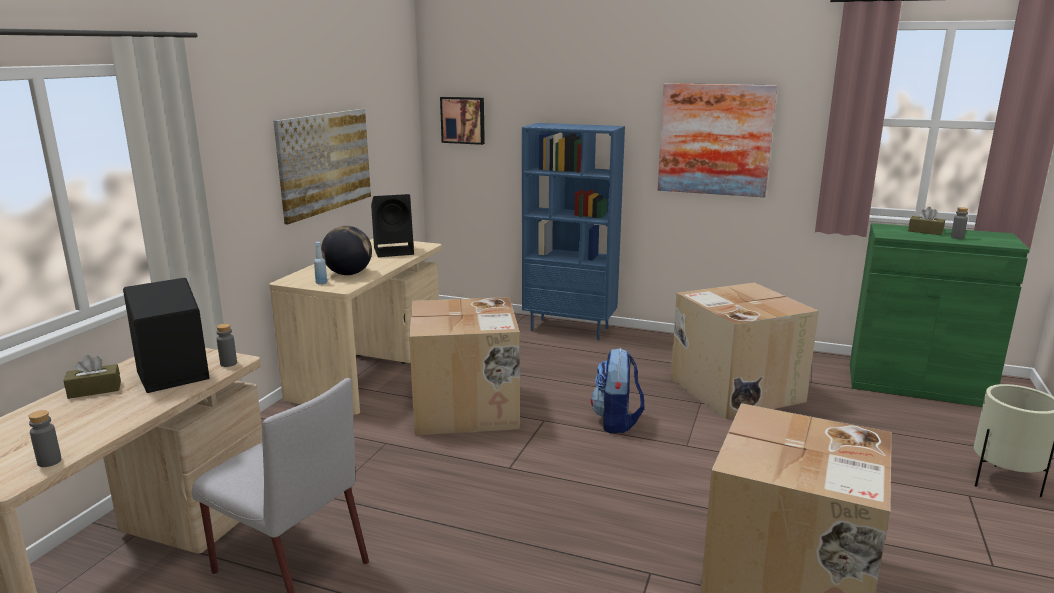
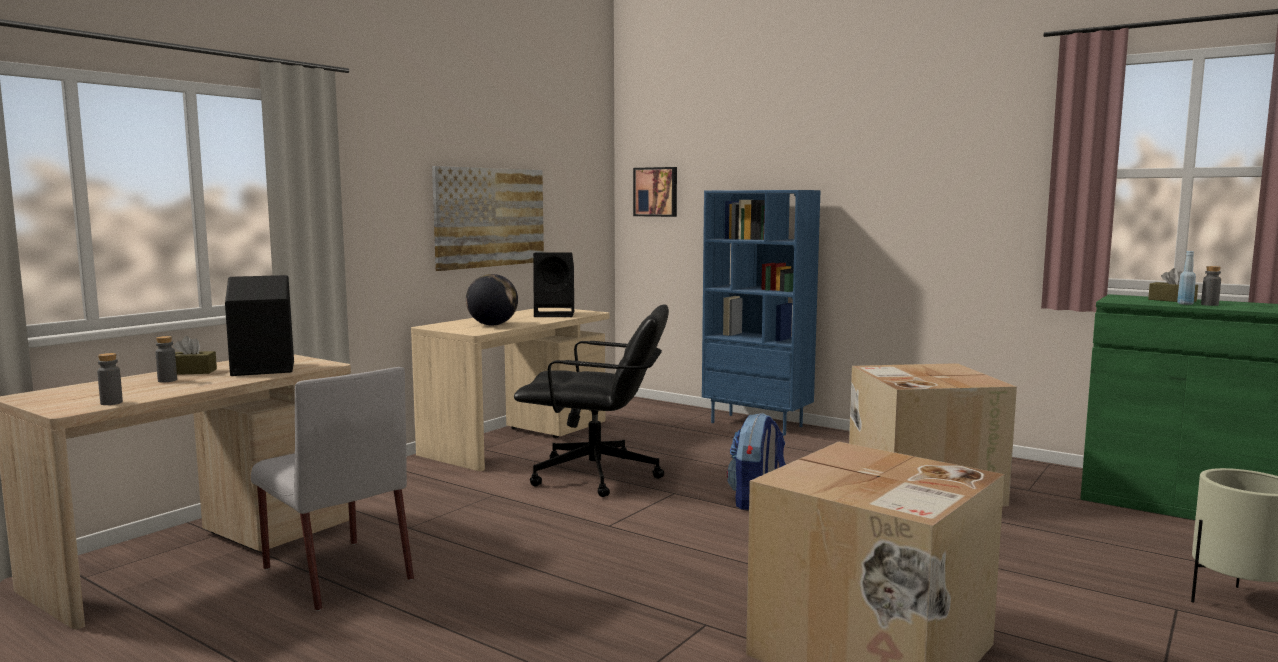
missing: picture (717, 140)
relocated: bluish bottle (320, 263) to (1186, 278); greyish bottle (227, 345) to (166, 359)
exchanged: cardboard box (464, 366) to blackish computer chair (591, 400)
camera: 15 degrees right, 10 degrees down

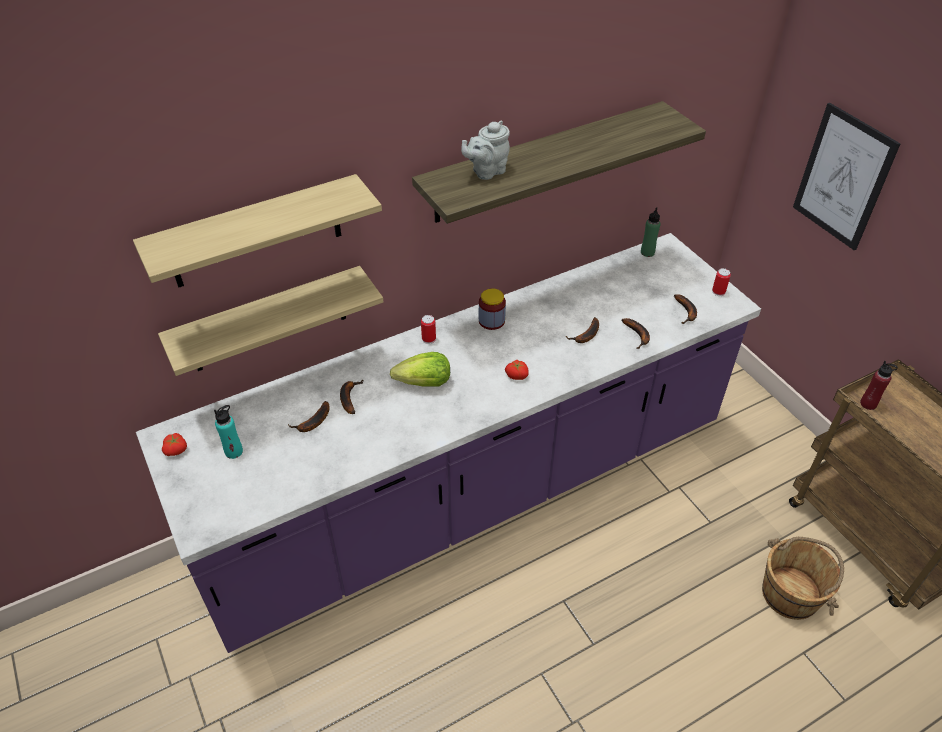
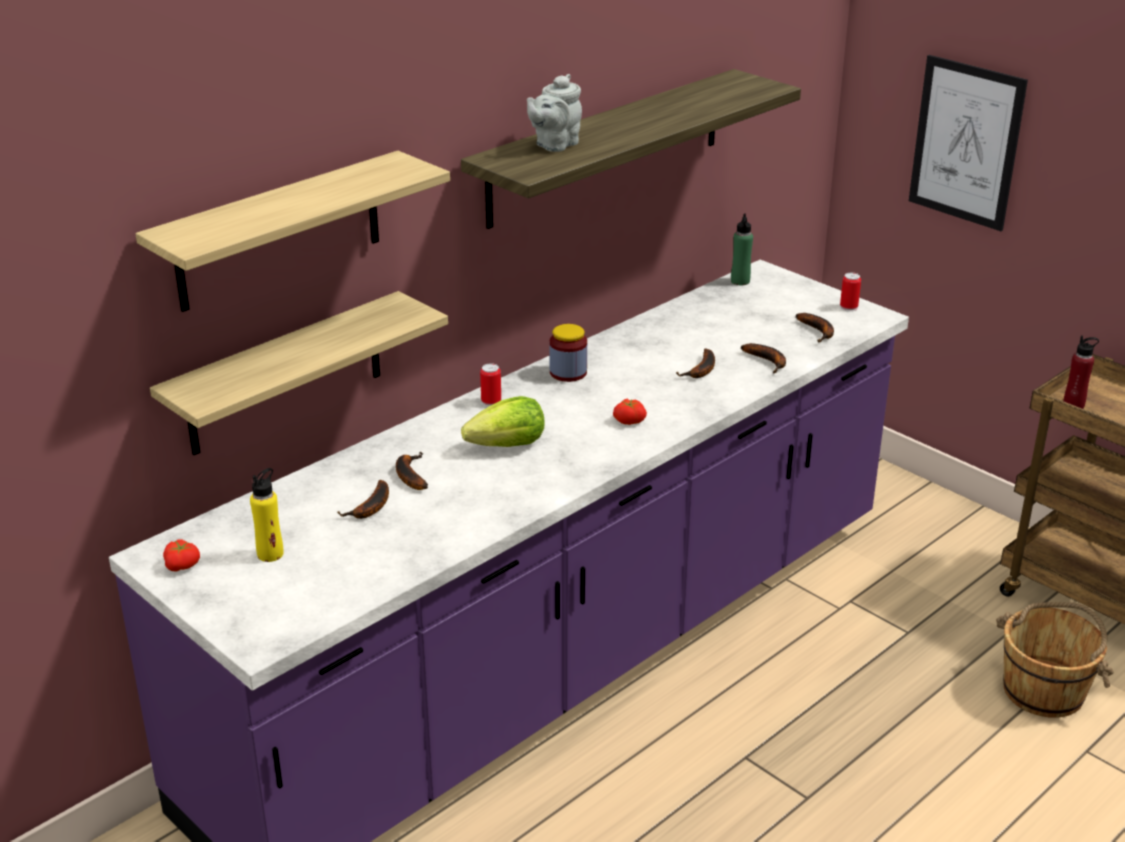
colour: blue-green bottle (228, 432) to yellow-coloured bottle (266, 515)
camera: 15 degrees left, 15 degrees down

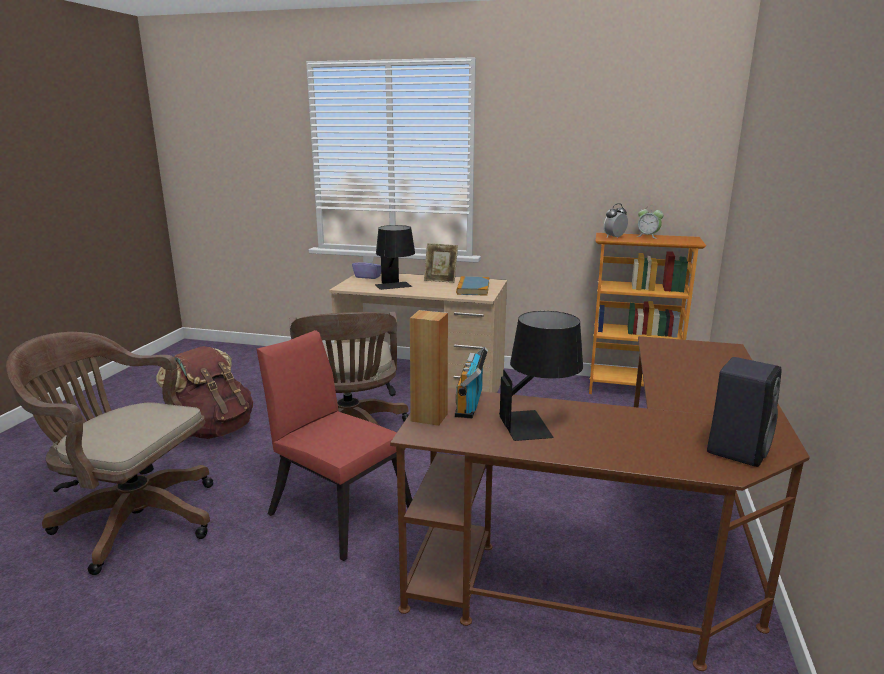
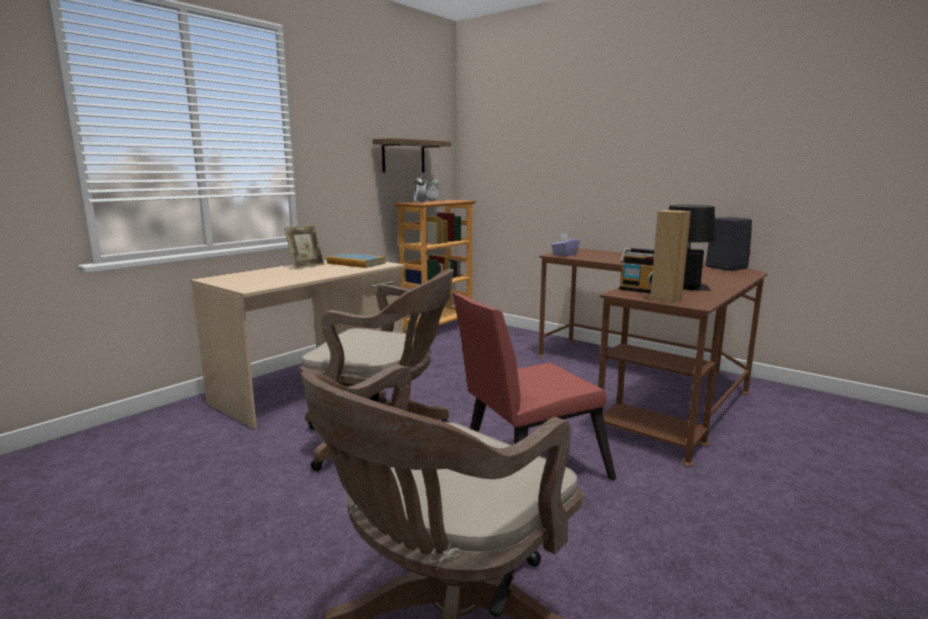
missing: blackish table lamp (395, 257); brownish knapsack (204, 392)
appeared: wall shelf (412, 155)
relocated: purple-coloured tissue box (366, 267) to (565, 244)
camera: 65 degrees left, 5 degrees down

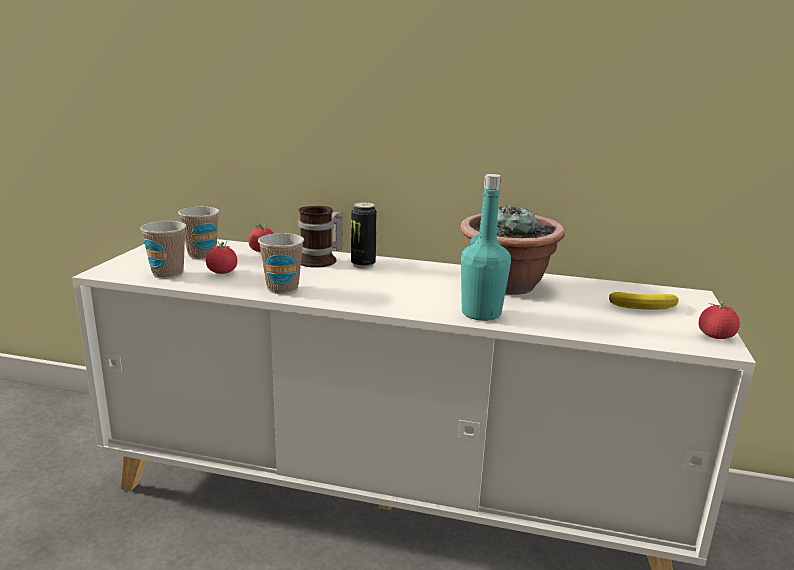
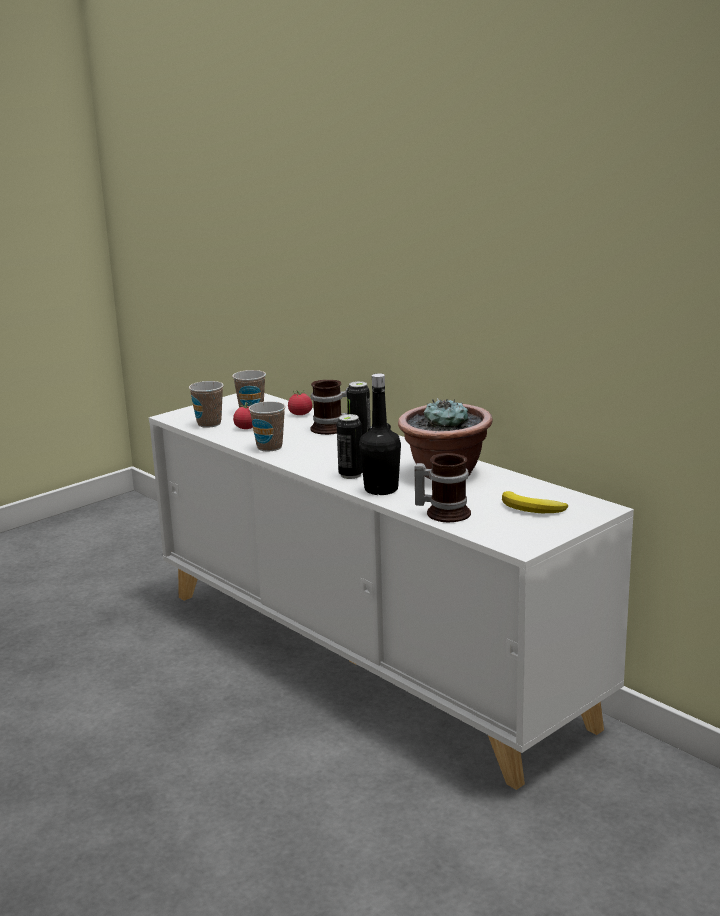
missing: whole tomato (719, 319)
appeared: can (349, 446); tea mug (442, 487)
colour: blue-green bottle (486, 247) to blackish bottle (380, 434)
camera: 35 degrees right, 0 degrees up

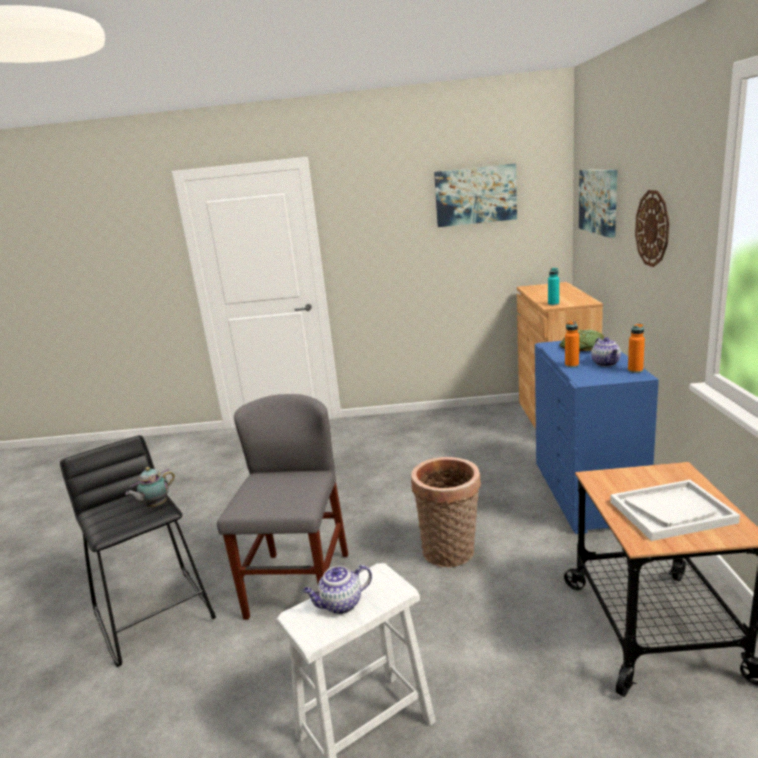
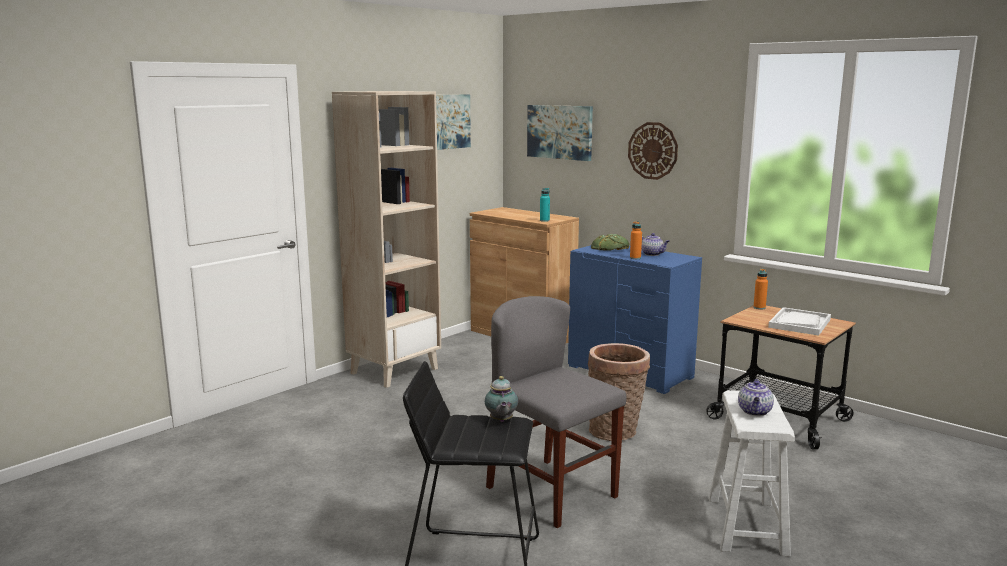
appeared: beige bookshelf (386, 239)
relocated: orange-coloured bottle (636, 348) to (760, 289)
camera: 50 degrees left, 5 degrees down

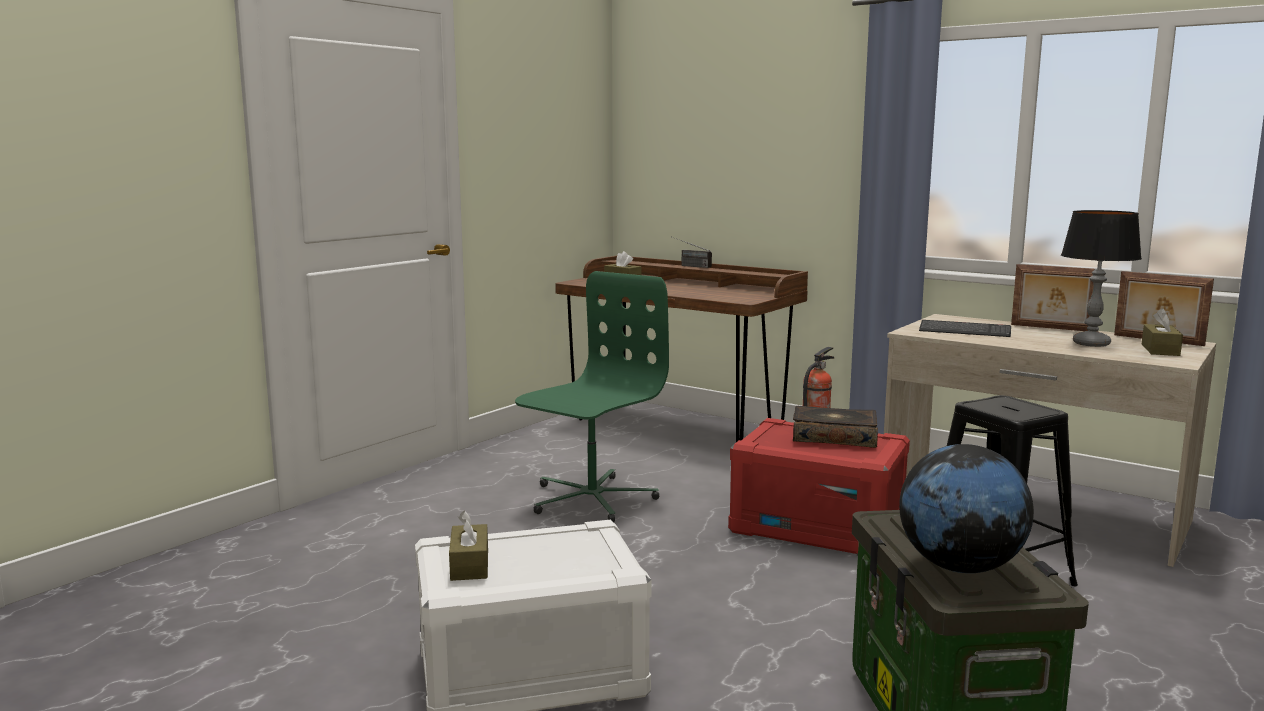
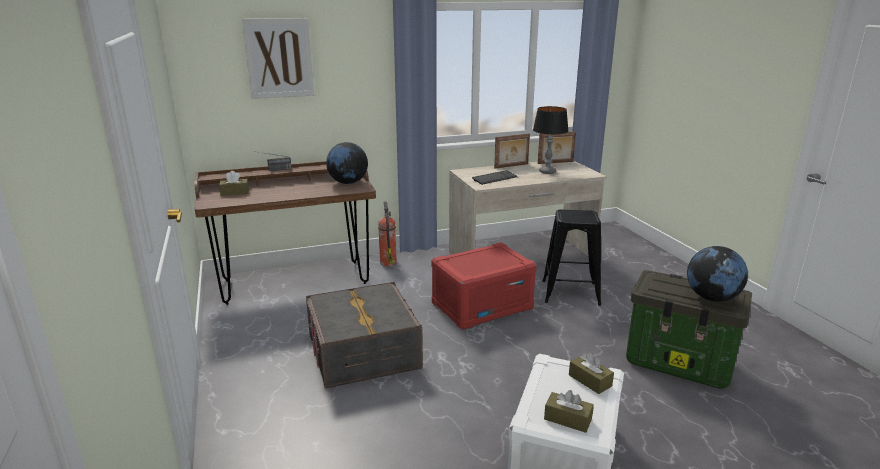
missing: bound book (835, 427)
appeared: picture (278, 58); globe (347, 163)
relocated: brownish tissue box (1162, 332) to (591, 373)
exchanged: greenish computer chair (592, 396) to greyish storage bin (364, 335)
camera: 55 degrees left, 10 degrees up

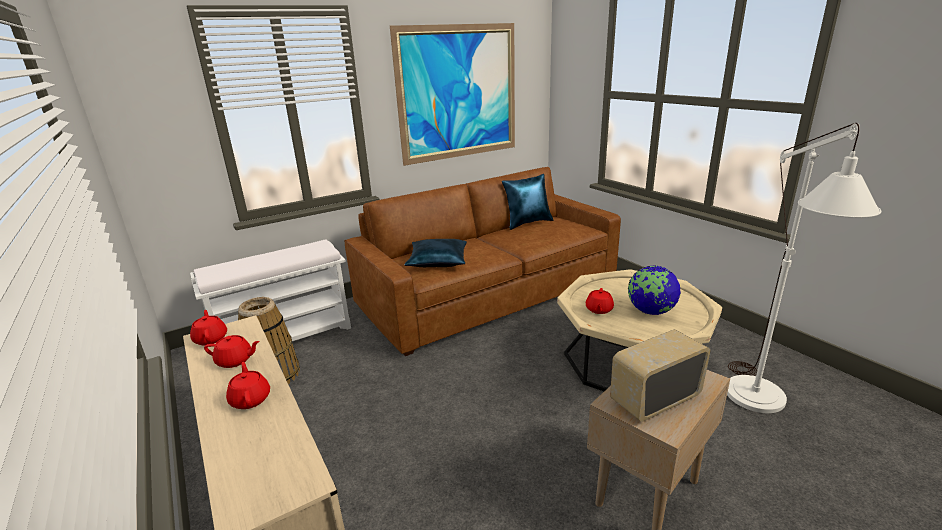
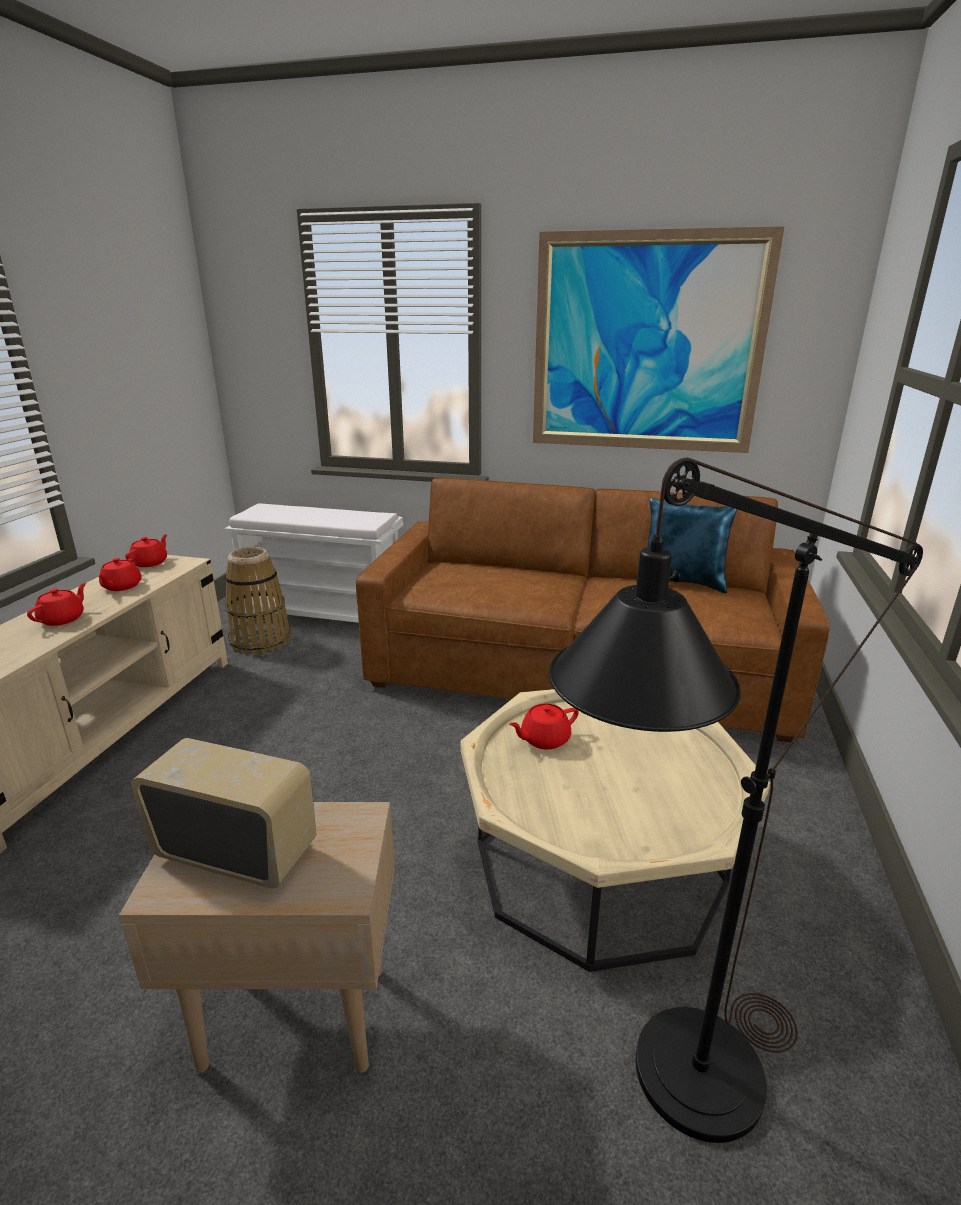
missing: bluish cushion (435, 253); globe (654, 290)
colour: white-coloured floor lamp (804, 268) to blackish floor lamp (736, 800)
spun: reddish tea pot (232, 351) = (119, 574) 45 degrees clockwise
camera: 45 degrees right, 0 degrees up

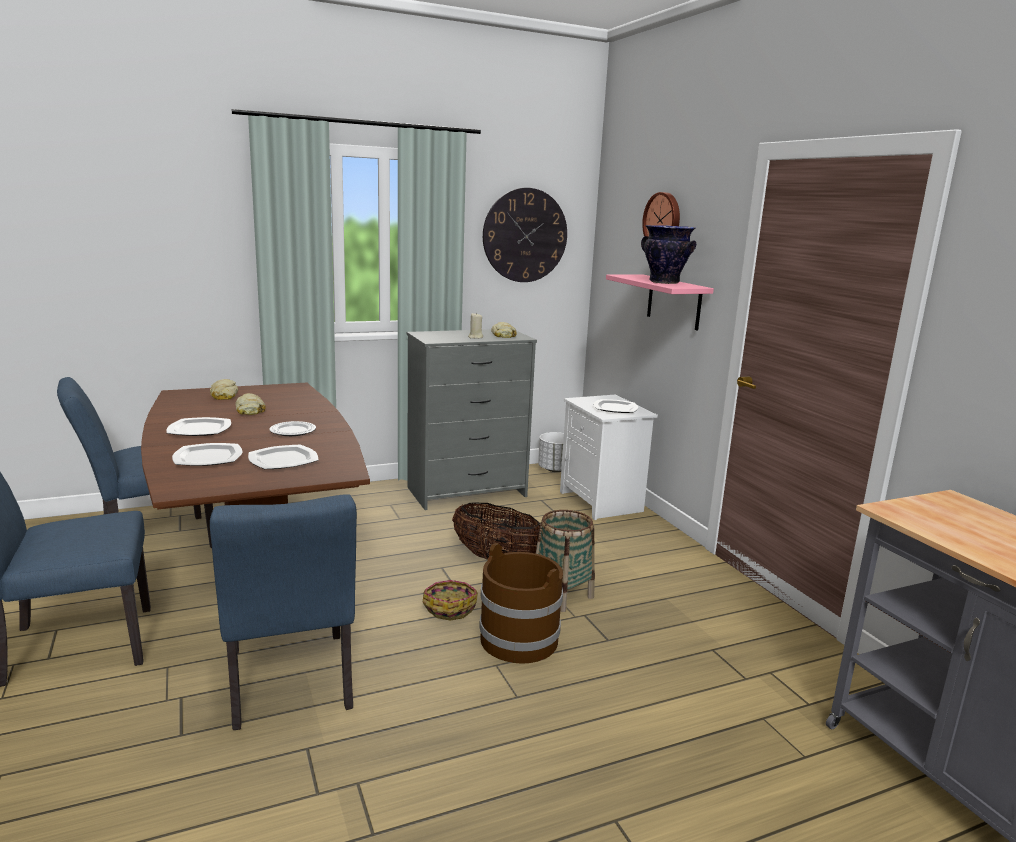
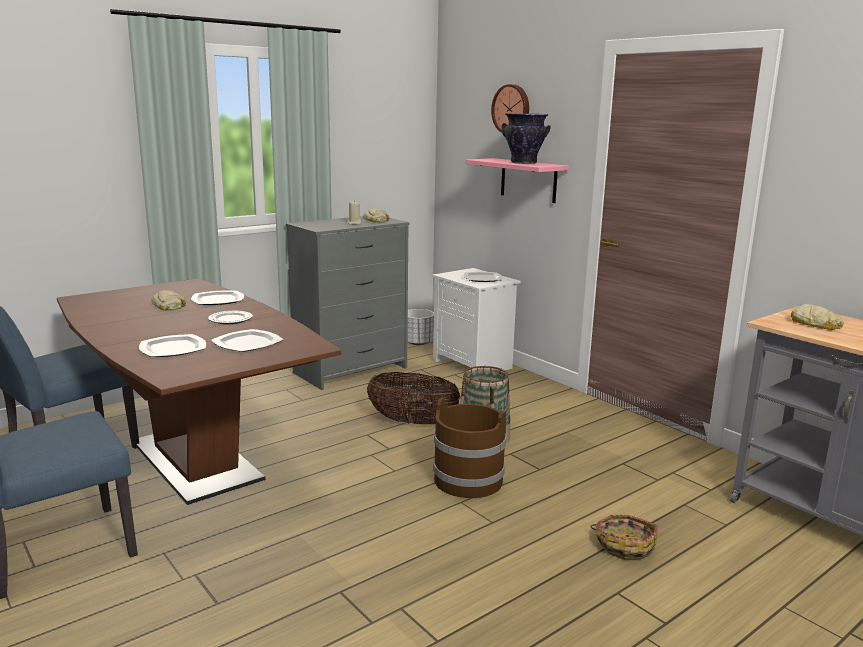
missing: wall clock (525, 235); bluish chair (283, 612)
relocated: bread (224, 389) to (817, 317); dinner plate (199, 426) to (217, 297); basket (450, 600) to (624, 537)
camera: 15 degrees left, 0 degrees up

